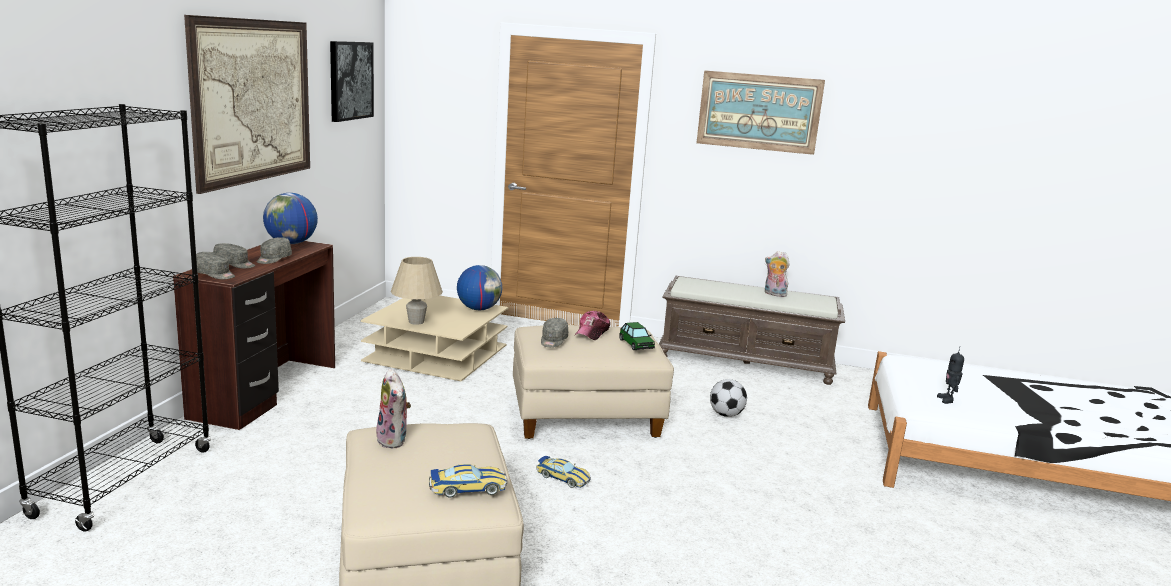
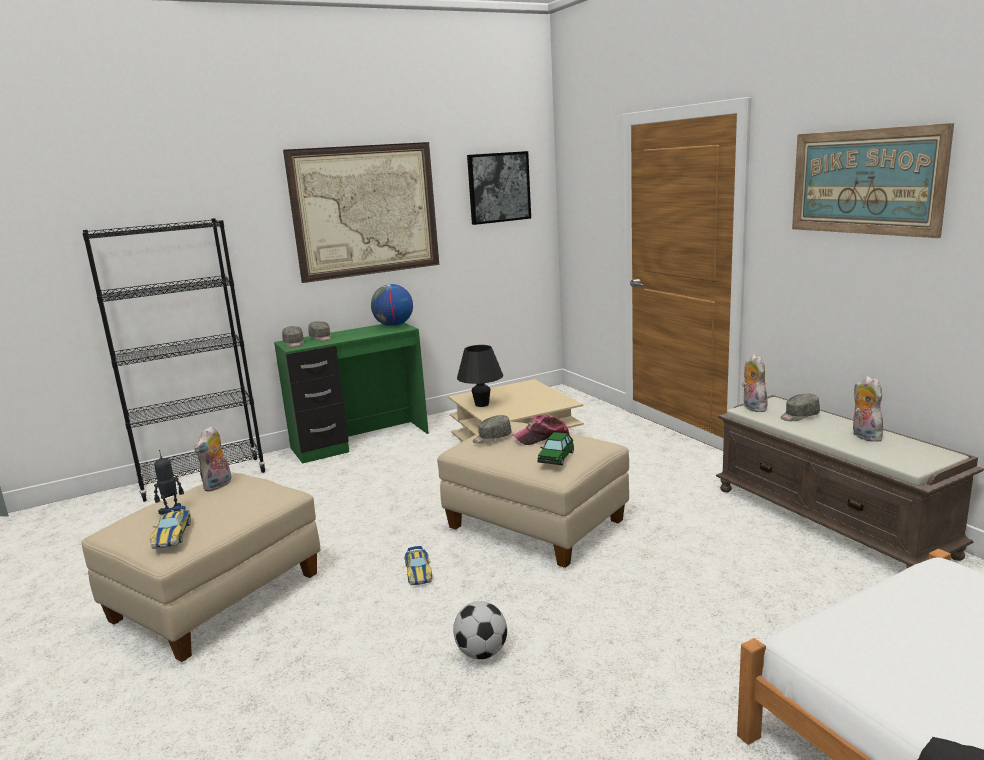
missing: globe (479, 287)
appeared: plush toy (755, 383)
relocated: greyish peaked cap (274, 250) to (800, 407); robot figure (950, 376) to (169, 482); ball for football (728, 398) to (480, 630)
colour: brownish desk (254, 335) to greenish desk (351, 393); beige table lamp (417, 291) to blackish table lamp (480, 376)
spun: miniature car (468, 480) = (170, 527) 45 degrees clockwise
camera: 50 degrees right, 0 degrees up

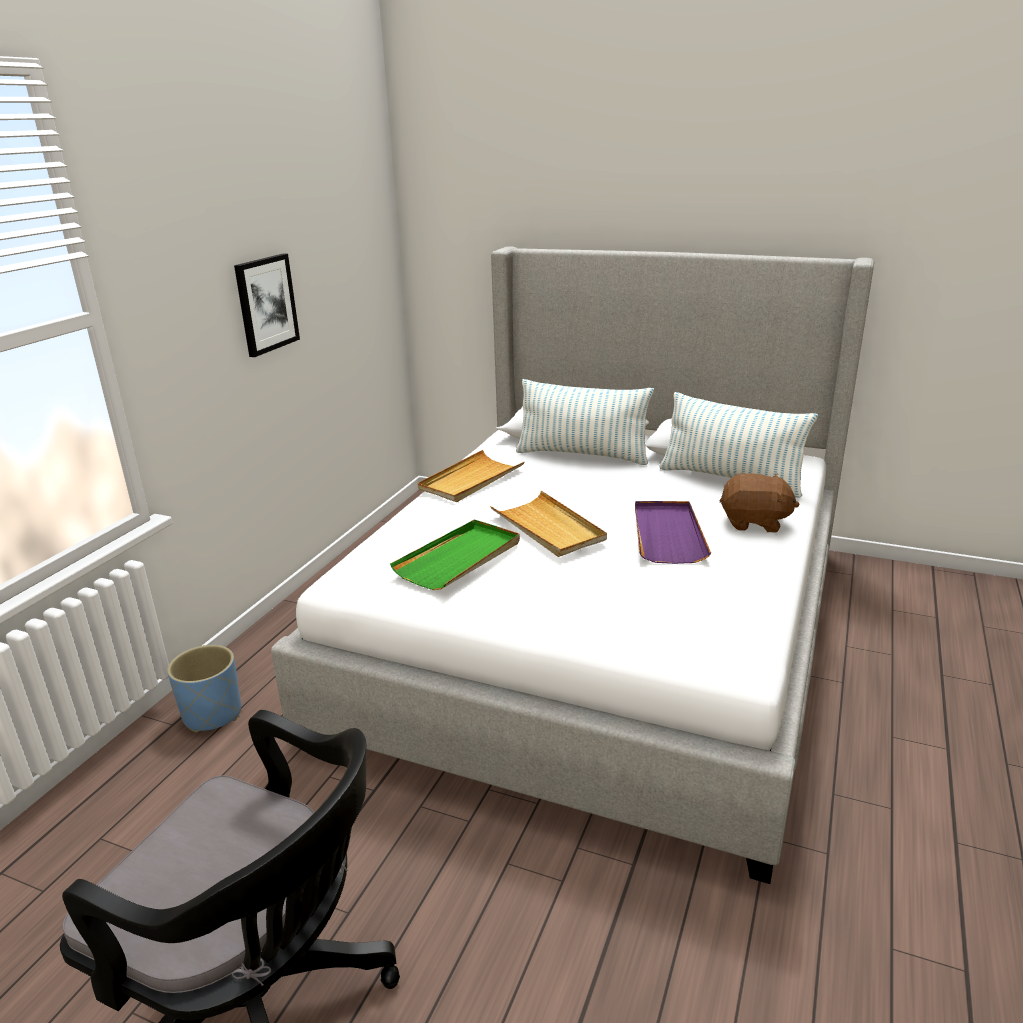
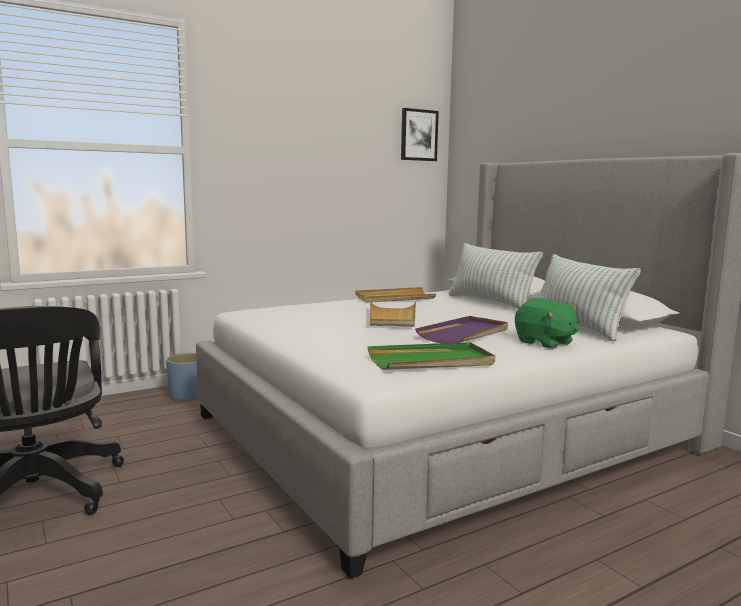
relocated: picture (267, 305) to (420, 134); greenish carrying tray (455, 554) to (431, 356)
colour: brownish plush toy (760, 502) to greenish plush toy (547, 323)
camera: 35 degrees right, 15 degrees down

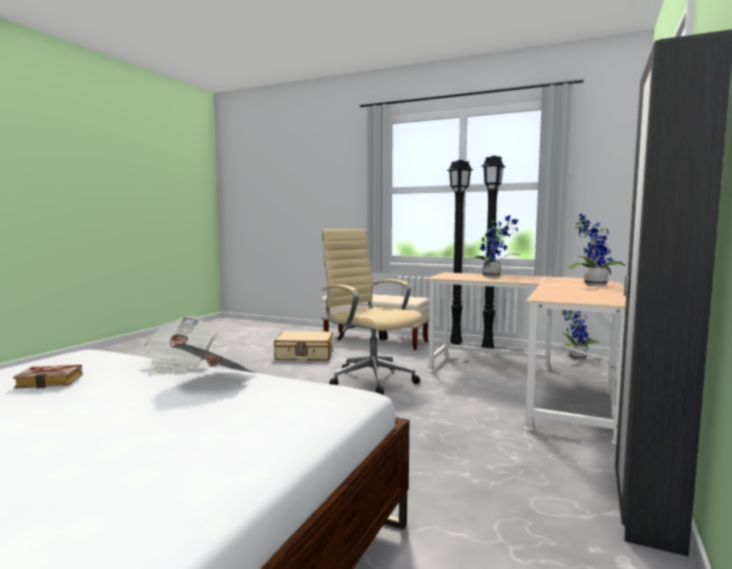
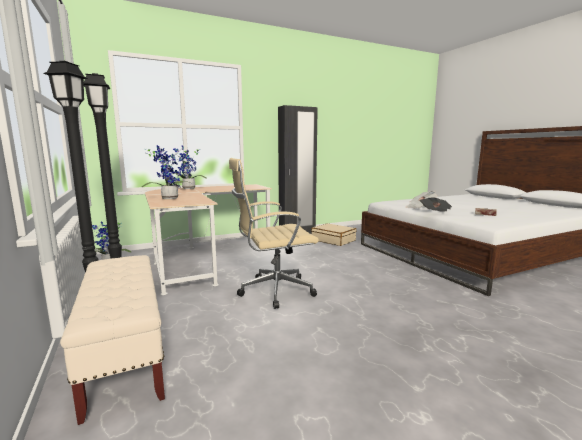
relocated: beige suitcase (303, 346) to (334, 234)
spun: beige computer chair (372, 312) = (274, 233) 75 degrees clockwise
camera: 140 degrees left, 5 degrees up

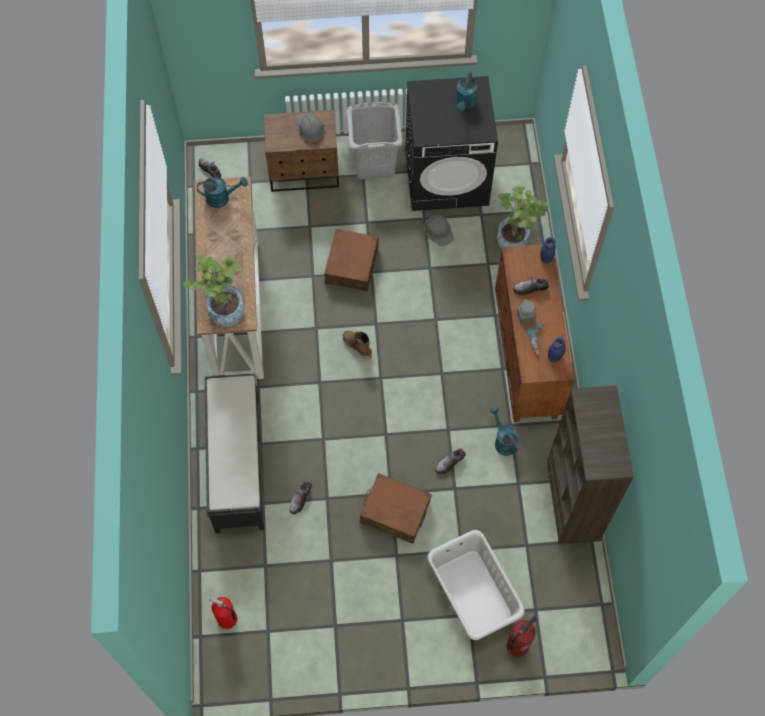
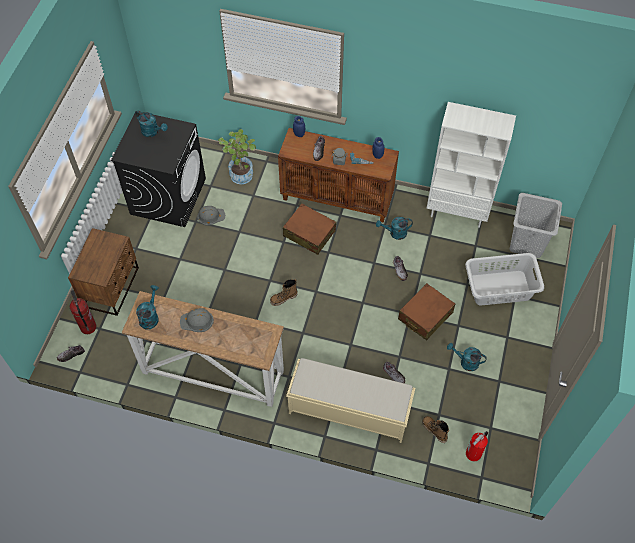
missing: plant in a pot (213, 290)
appeared: blue-green watering pot (467, 357); high-top boot (435, 429)
relocated: greyish laundry basket (374, 140) to (536, 225); greyish work helmet (311, 127) to (197, 320); brownish suitcase (351, 260) to (309, 229); extinguisher (521, 636) to (83, 312)
colour: blackish long seat (234, 453) to beige long seat (350, 400); brownish bookshelf (590, 464) to white-coloured bookshelf (471, 165)
camera: 70 degrees left, 5 degrees down

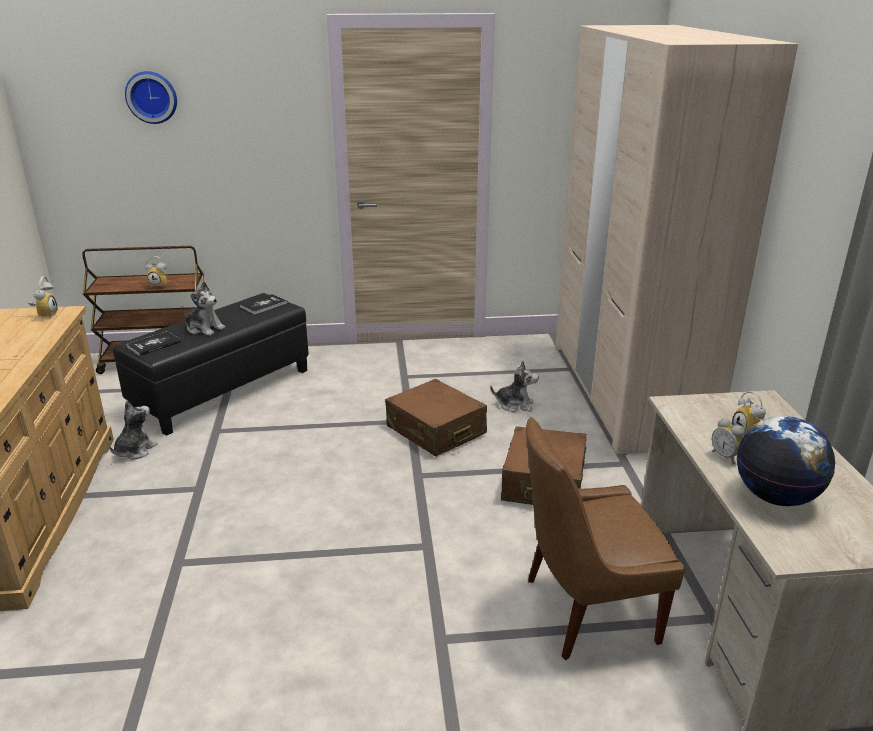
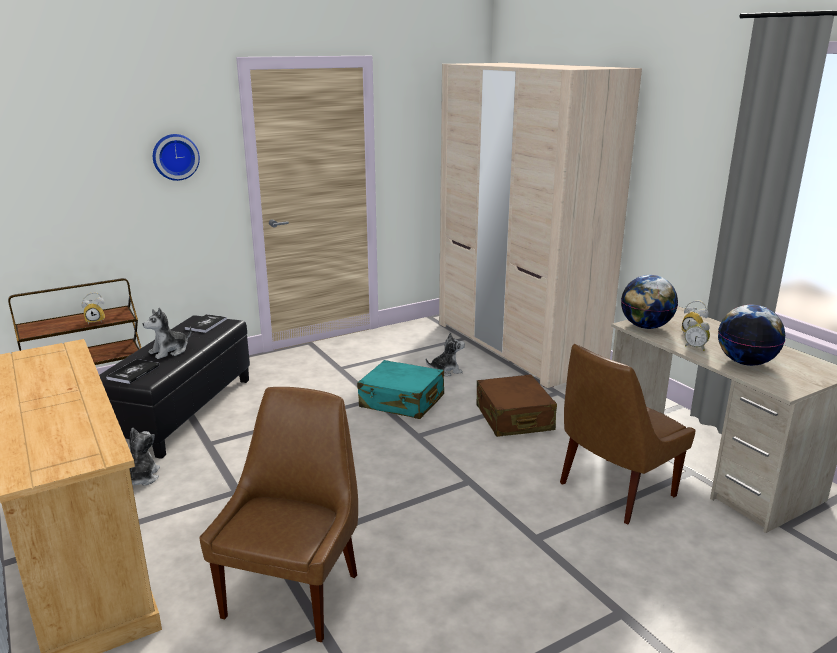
missing: bedside clock (43, 297)
appeared: globe (649, 302); brownish chair (278, 514)
relocated: wall clock (151, 97) to (176, 157)
colour: brownish suitcase (436, 418) to blue-green suitcase (400, 389)
spun: plush toy (203, 308) = (167, 333) 135 degrees clockwise
camera: 25 degrees left, 5 degrees down

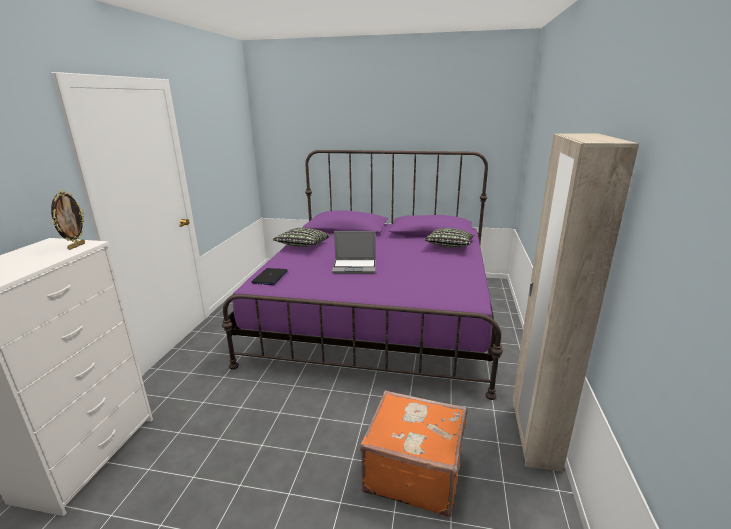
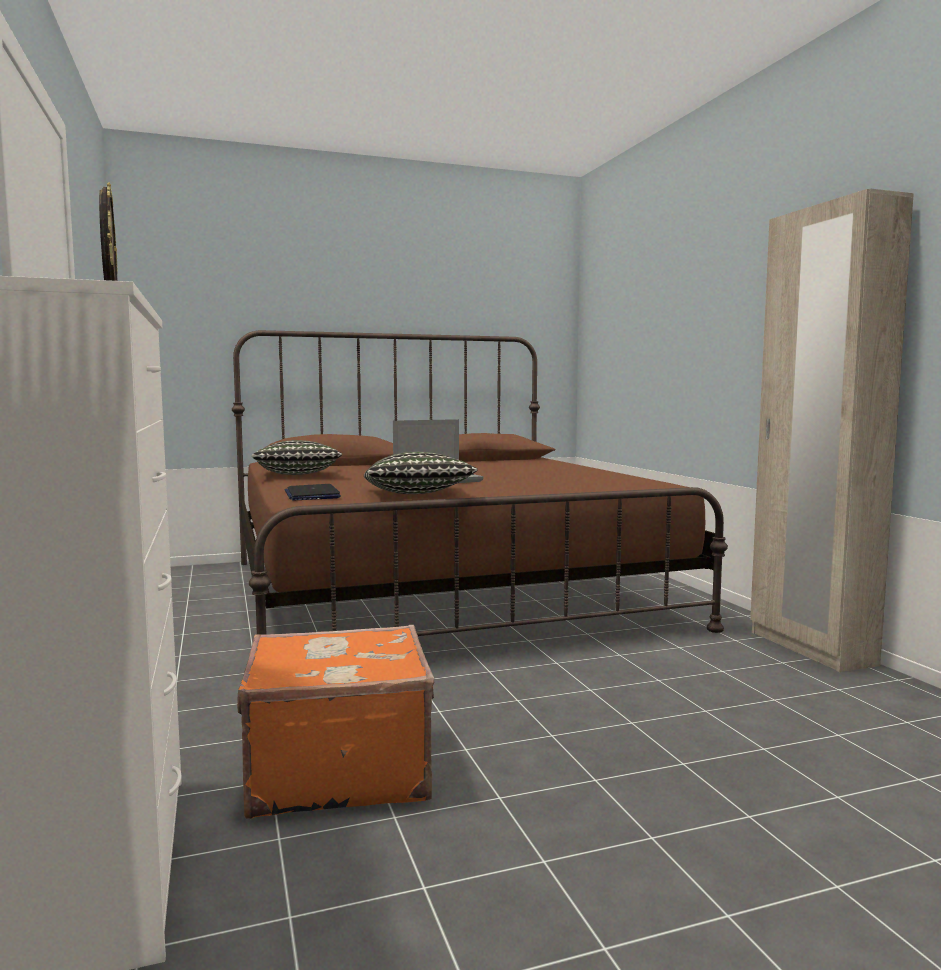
relocated: cushion (449, 238) to (421, 473); orange-coloured suitcase (413, 453) to (335, 722)
colour: purple-coloured bedroom bed (362, 275) to brownish bedroom bed (480, 483)
camera: 30 degrees left, 15 degrees down

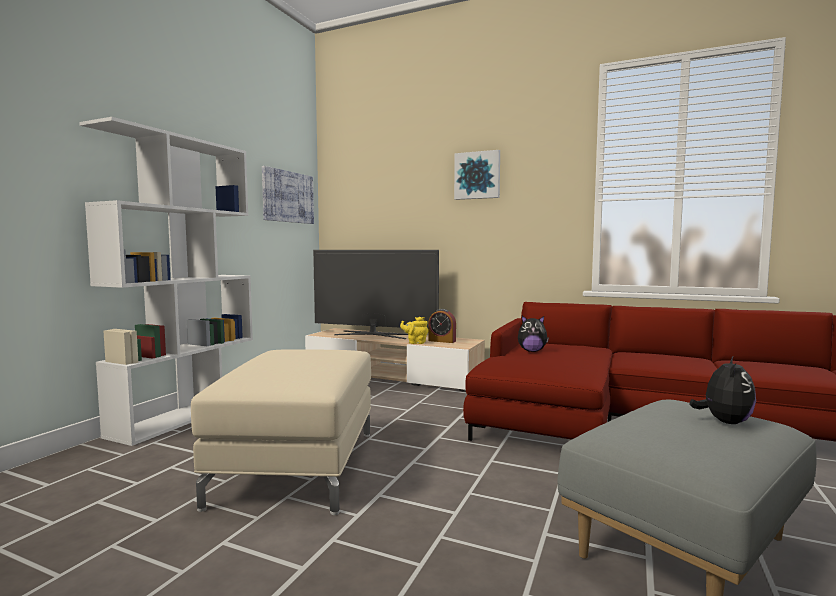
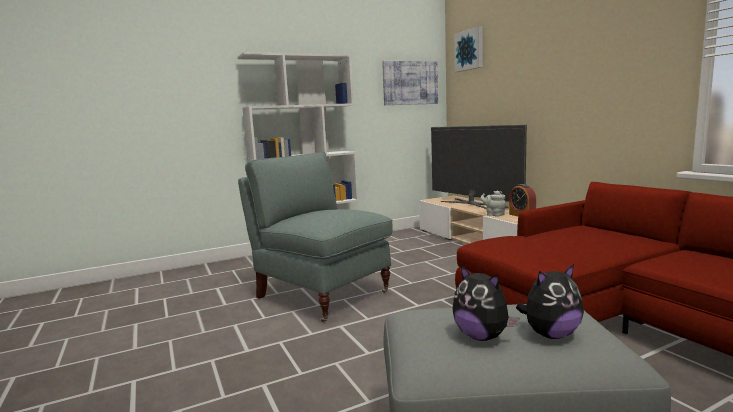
relocated: picture (477, 175) to (468, 49); plush toy (533, 334) to (486, 303)
exchanged: beige ottoman (281, 432) to greyish lounge chair (315, 237)
colour: yellow-coloured tea pot (414, 330) to greyish tea pot (493, 204)
camera: 40 degrees right, 5 degrees up

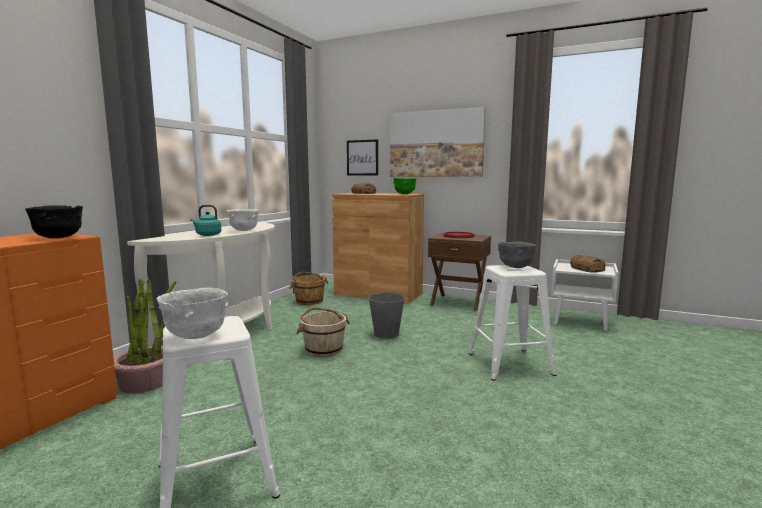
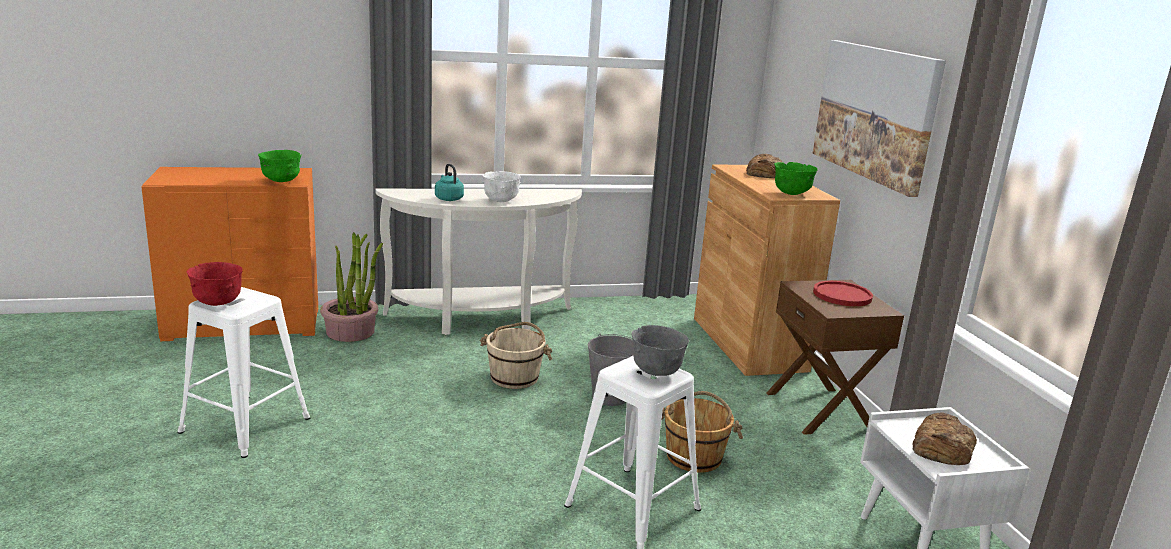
missing: picture (362, 157)
relocated: brownish water bucket (308, 288) to (702, 432)
colour: blackish deep dish (54, 221) to greenish deep dish (280, 166); white-coloured deep dish (192, 313) to reddish deep dish (215, 284)
camera: 50 degrees right, 10 degrees up

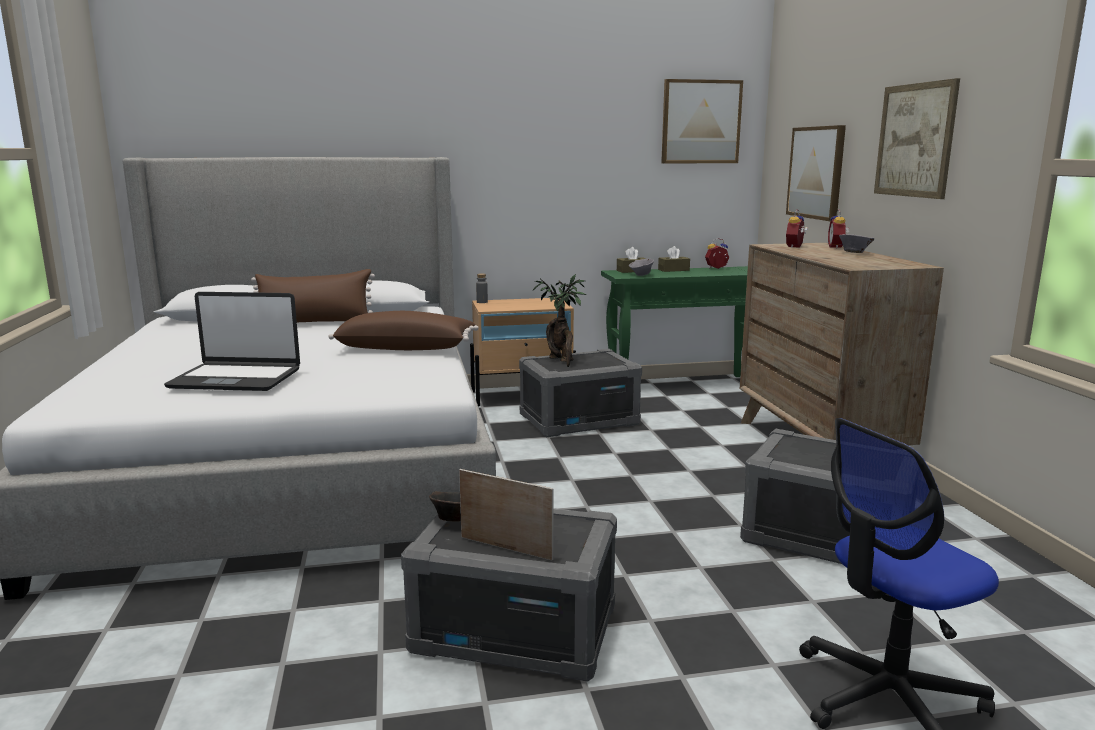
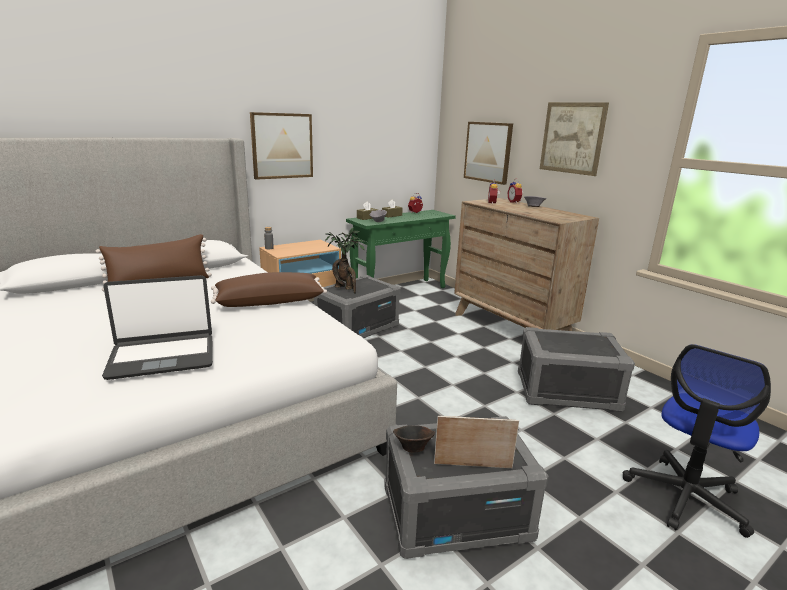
relocated: picture (702, 121) to (281, 146)
camera: 25 degrees left, 5 degrees up

